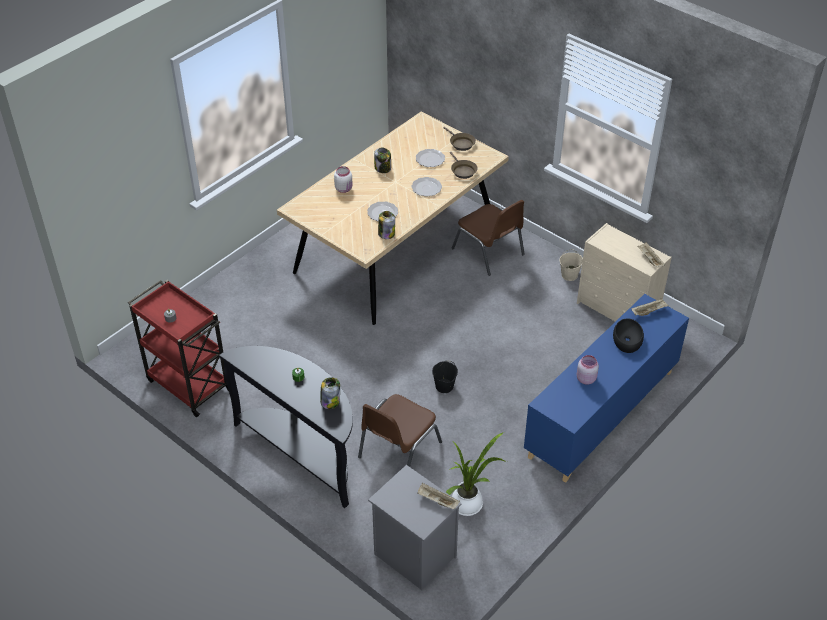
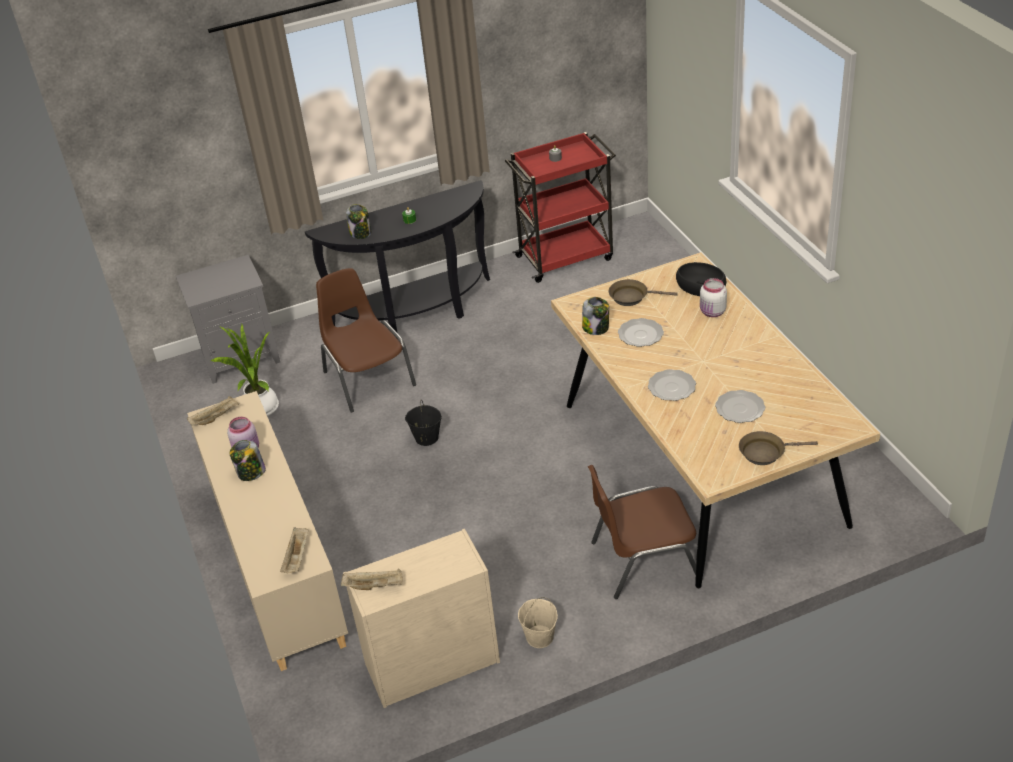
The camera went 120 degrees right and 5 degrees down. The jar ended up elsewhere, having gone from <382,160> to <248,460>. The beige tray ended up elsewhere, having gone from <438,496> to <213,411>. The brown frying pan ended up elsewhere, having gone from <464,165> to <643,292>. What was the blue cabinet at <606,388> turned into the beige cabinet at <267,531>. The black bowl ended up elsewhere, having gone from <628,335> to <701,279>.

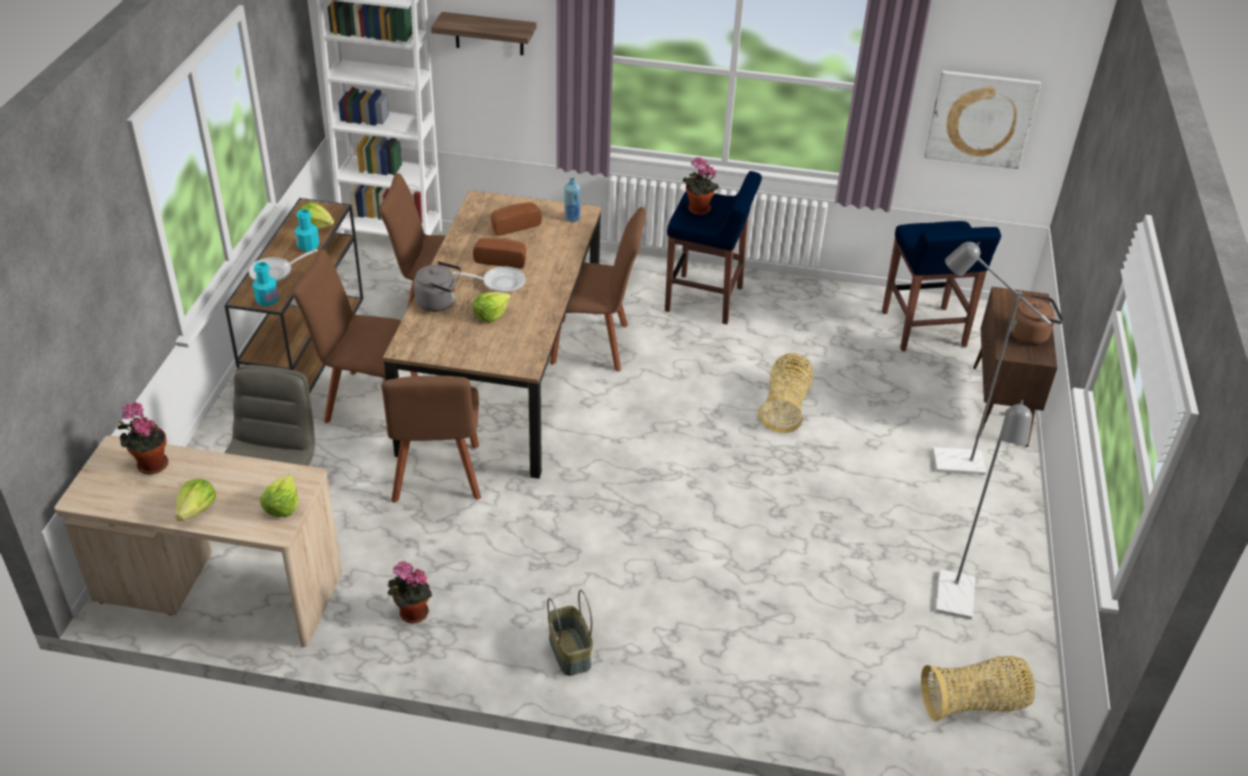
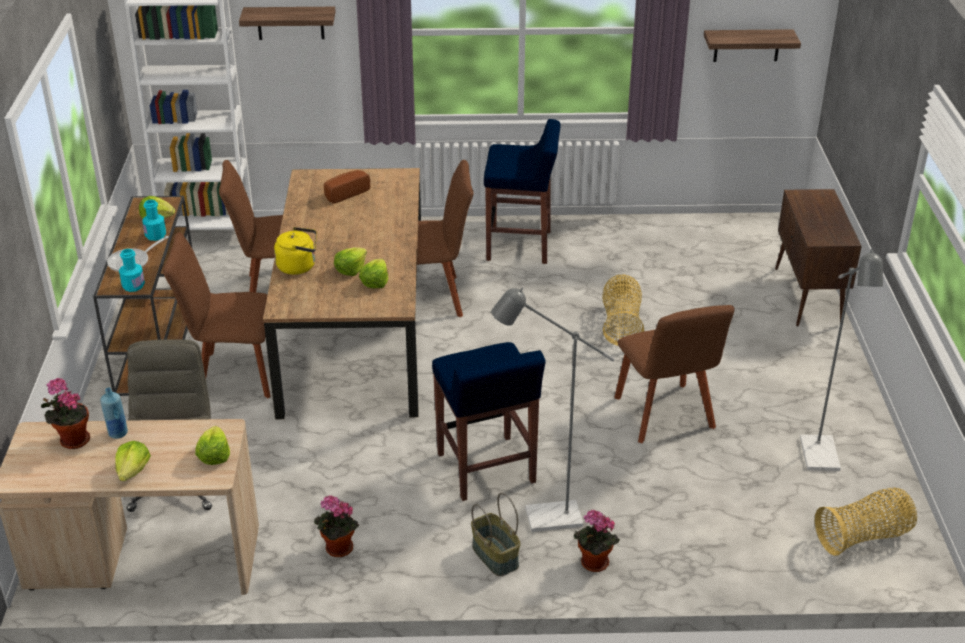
The camera went 10 degrees left and 5 degrees down. The brown chair ended up elsewhere, having gone from <431,439> to <674,374>. What was the grey kettle at <437,286> turned into the yellow kettle at <295,251>. The second view lost the frying pan at <488,280>. The second view lost the bread at <499,253>. The blue bottle ended up elsewhere, having gone from <572,200> to <114,413>. The potted plant ended up elsewhere, having gone from <701,186> to <596,541>. The blue stool ended up elsewhere, having gone from <941,286> to <489,421>. Where the picture hung at <982,120>, the shelf came to hang at <752,45>. The grey floor lamp ended up elsewhere, having gone from <991,358> to <553,410>. The second view lost the brown kettle at <1036,320>. The second view gained the lettuce at <373,273>.

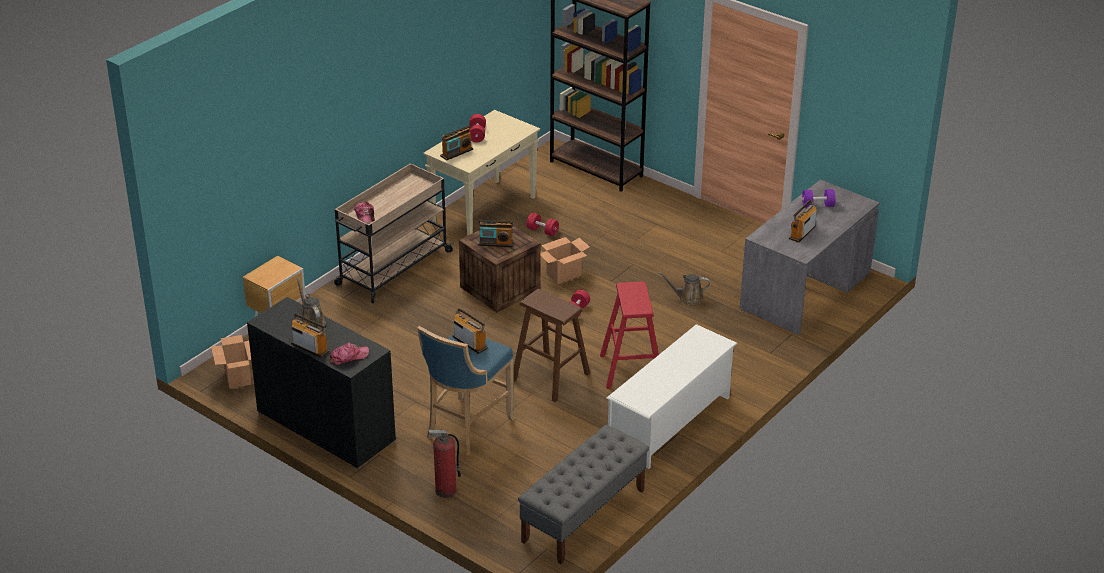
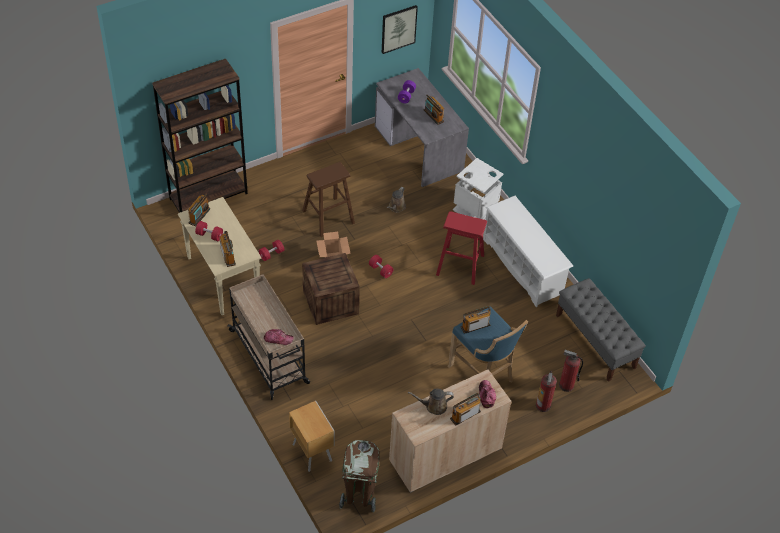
The camera went 70 degrees left and 15 degrees up. Where the cardboard box stood at <231,361>, the brown trash can came to stand at <359,476>. What was the black cabinet at <321,383> turned into the beige cabinet at <450,431>. The radio ended up elsewhere, having gone from <496,233> to <199,210>. The brown stool ended up elsewhere, having gone from <551,345> to <328,199>. The second view gained the picture at <400,29>. The second view gained the white trash can at <478,189>. The second view gained the fire extinguisher at <571,371>.

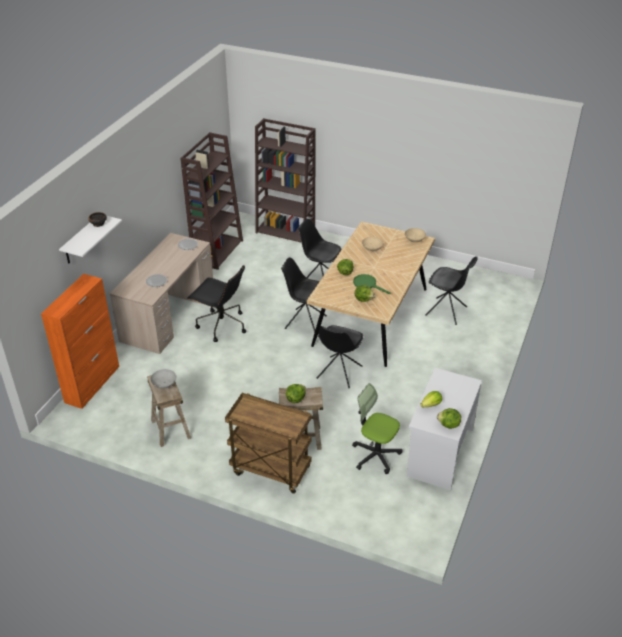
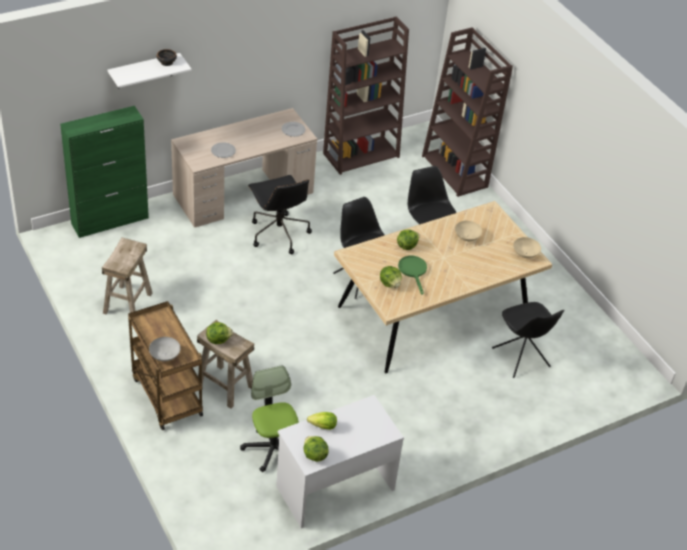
The camera went 35 degrees right and 5 degrees up. What was the orange cabinet at <80,341> turned into the green cabinet at <104,172>. The grey bowl ended up elsewhere, having gone from <163,379> to <165,349>. The second view lost the black chair at <340,356>.

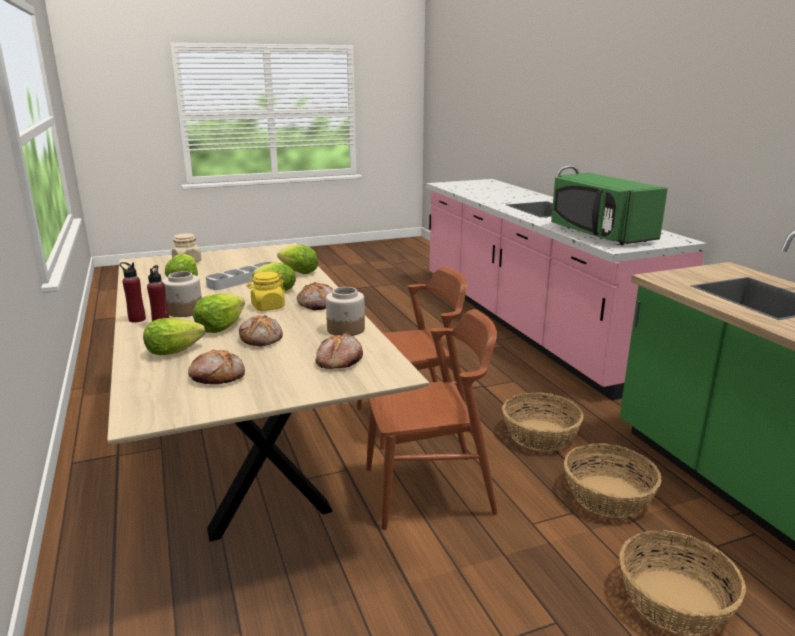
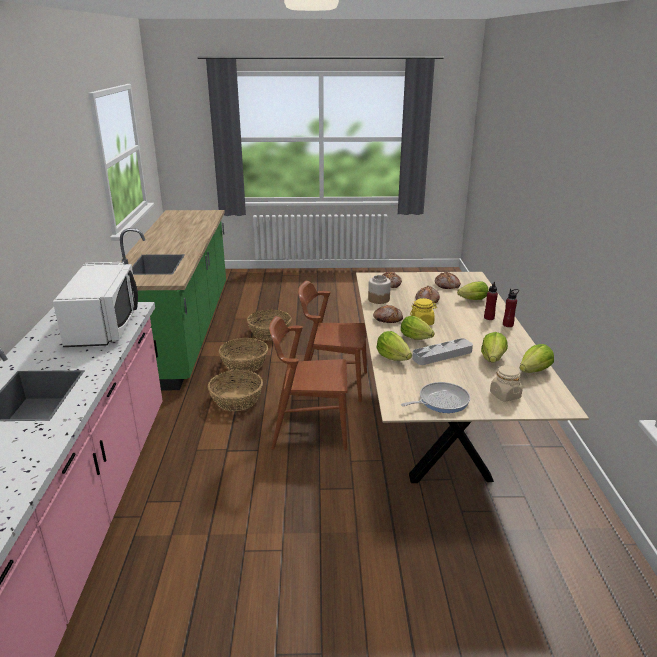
The camera went 160 degrees left and 5 degrees up. The second view lost the jar at <182,294>. The lettuce ended up elsewhere, having gone from <219,313> to <537,358>. What was the green microwave at <609,209> turned into the white microwave at <95,304>. The second view gained the frying pan at <435,397>.

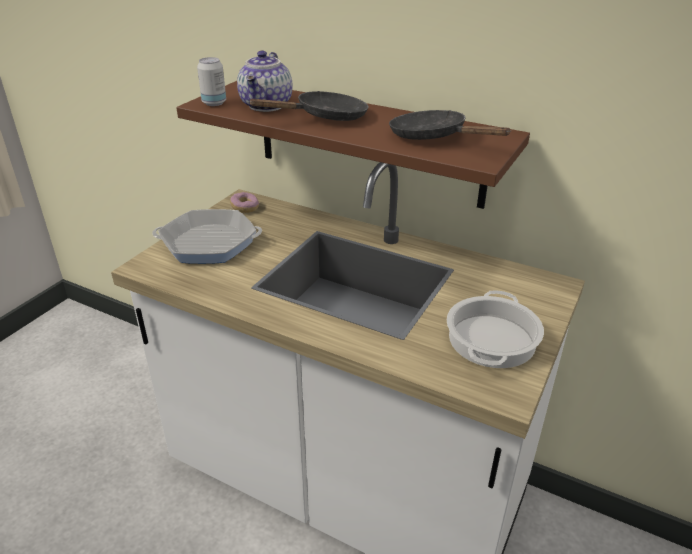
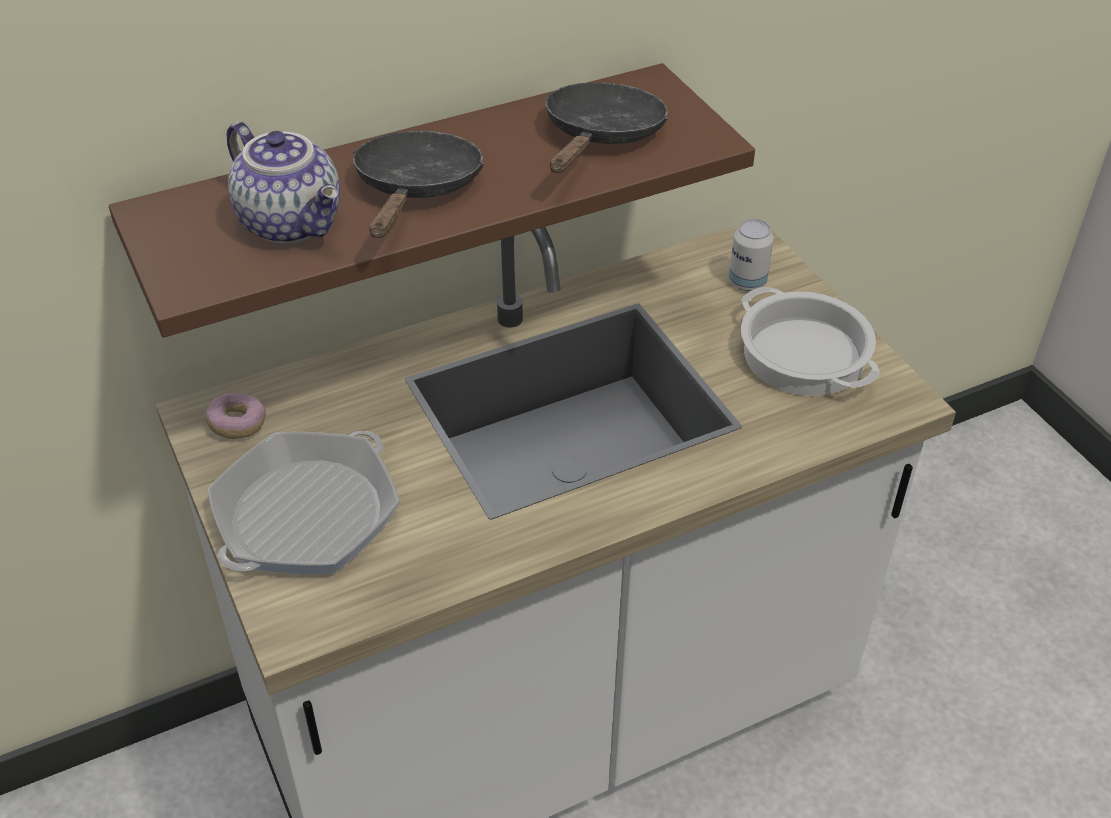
The camera went 55 degrees left and 10 degrees up. The can ended up elsewhere, having gone from <211,81> to <751,255>. The black frying pan at <450,125> ended up facing another way, 120 degrees clockwise from before.

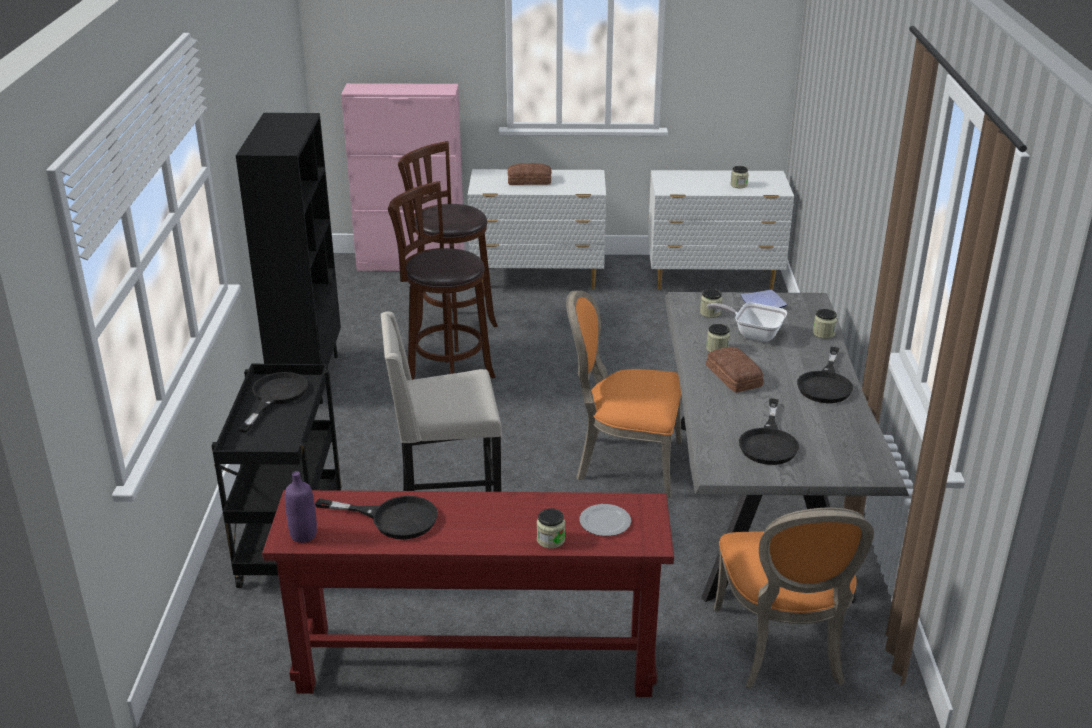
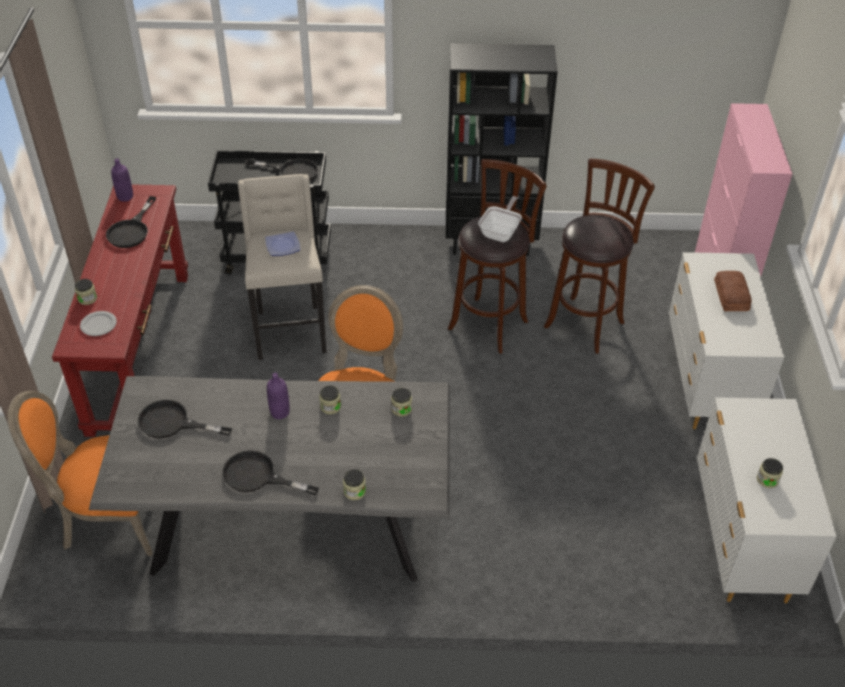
The camera went 90 degrees right and 15 degrees up. Where the bread stood at <735,370>, the purple bottle came to stand at <278,396>. The frying pan ended up elsewhere, having gone from <747,322> to <500,219>. The plate ended up elsewhere, having gone from <764,299> to <282,243>.

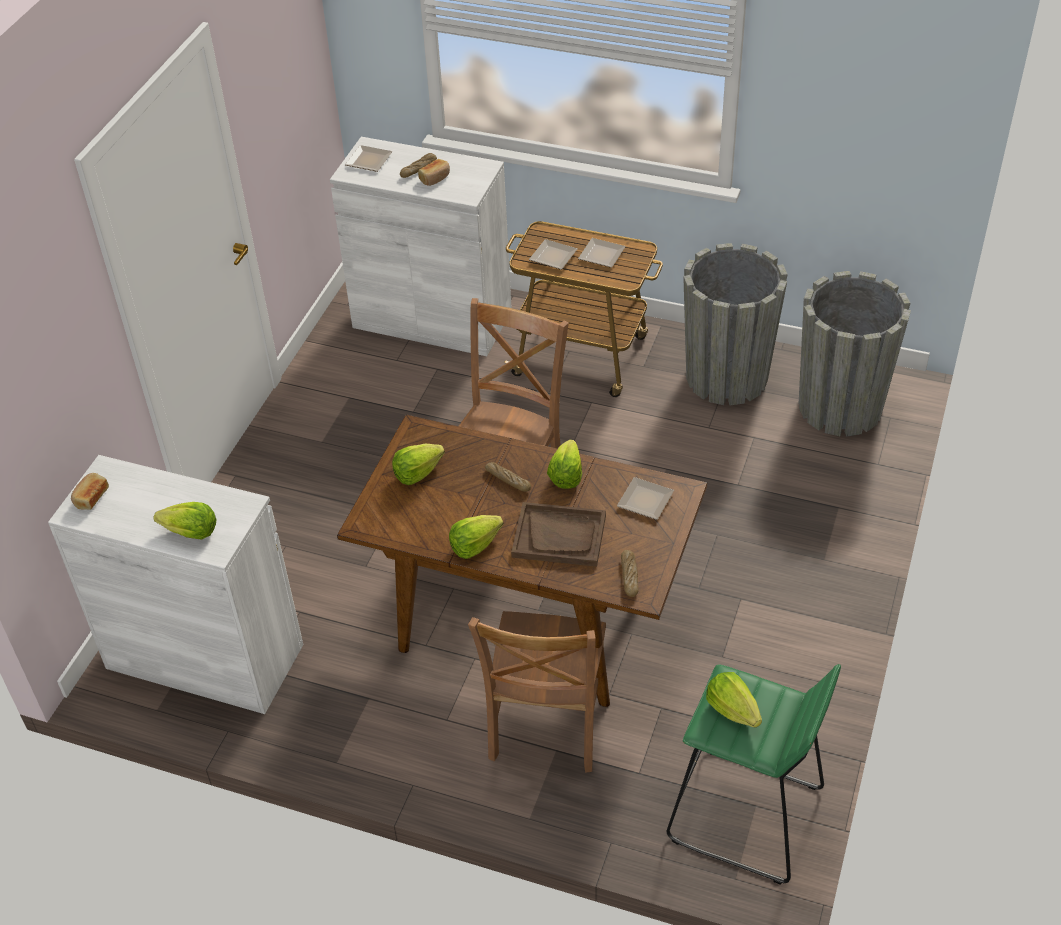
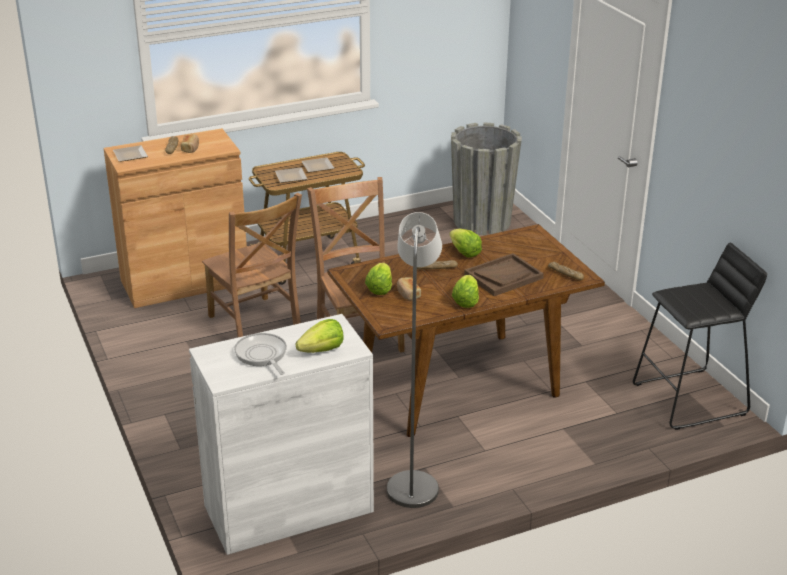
The camera went 45 degrees left and 15 degrees down. The bread ended up elsewhere, having gone from <90,491> to <409,289>. What was the white cabinet at <421,246> turned into the brown cabinet at <175,218>. The brown chair ended up elsewhere, having gone from <537,692> to <252,265>. The second view lost the plate at <645,498>. What was the green stool at <754,774> turned into the black stool at <700,336>. The second view lost the grey planter at <735,324>. The second view lost the lettuce at <734,700>. The second view gained the frying pan at <260,354>. The second view gained the grey floor lamp at <414,360>.

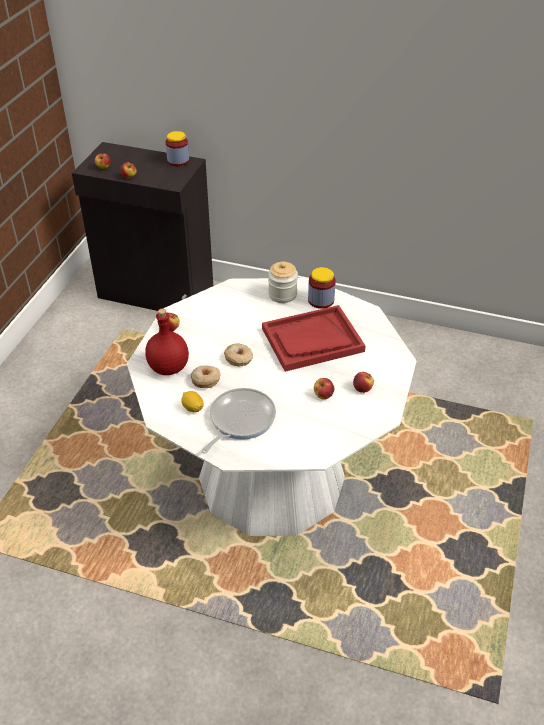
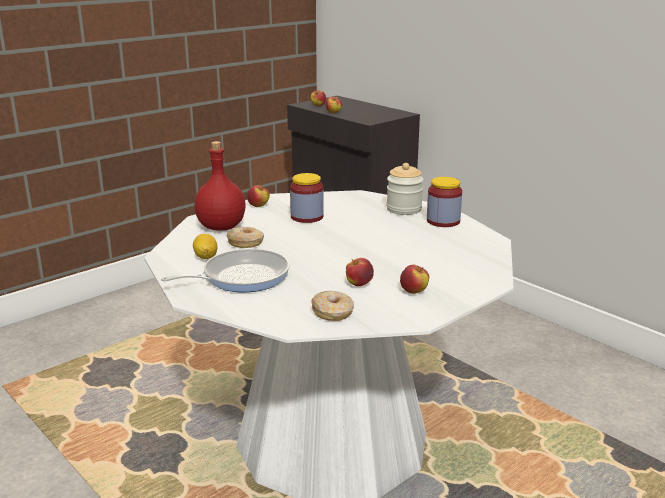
The camera went 30 degrees right and 20 degrees down. The jar ended up elsewhere, having gone from <177,149> to <307,198>. The donut ended up elsewhere, having gone from <238,355> to <332,306>. The second view lost the red tray at <314,338>.

